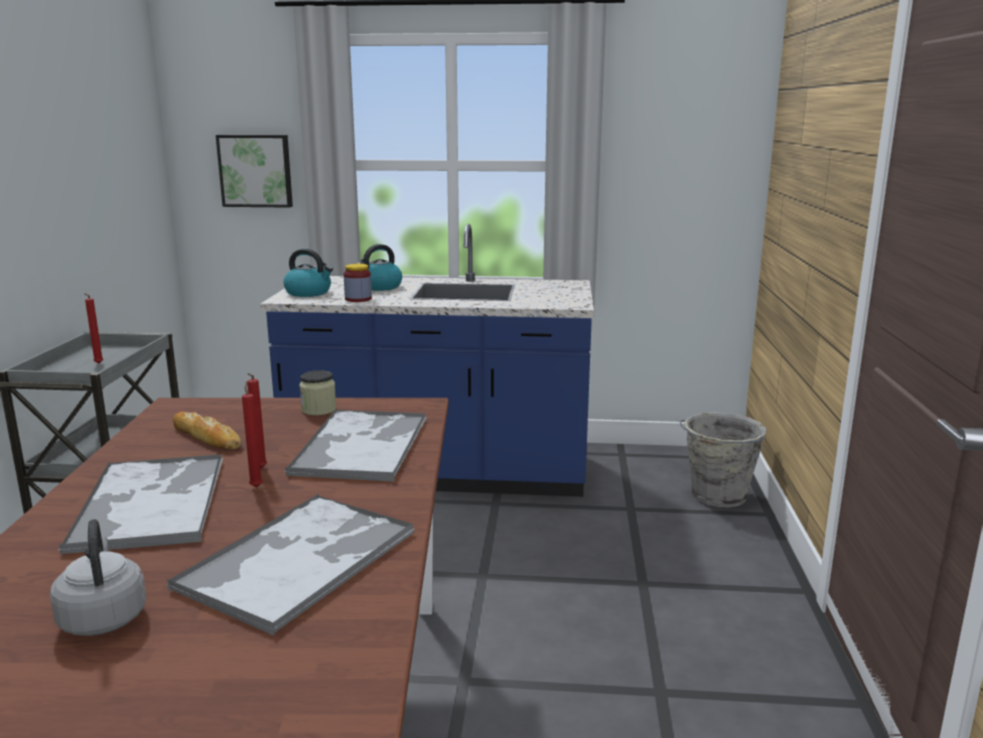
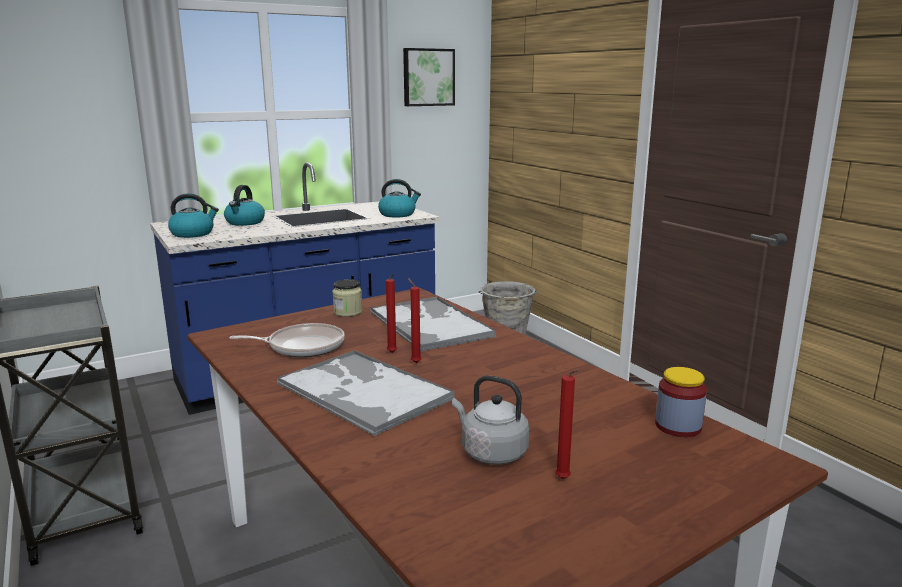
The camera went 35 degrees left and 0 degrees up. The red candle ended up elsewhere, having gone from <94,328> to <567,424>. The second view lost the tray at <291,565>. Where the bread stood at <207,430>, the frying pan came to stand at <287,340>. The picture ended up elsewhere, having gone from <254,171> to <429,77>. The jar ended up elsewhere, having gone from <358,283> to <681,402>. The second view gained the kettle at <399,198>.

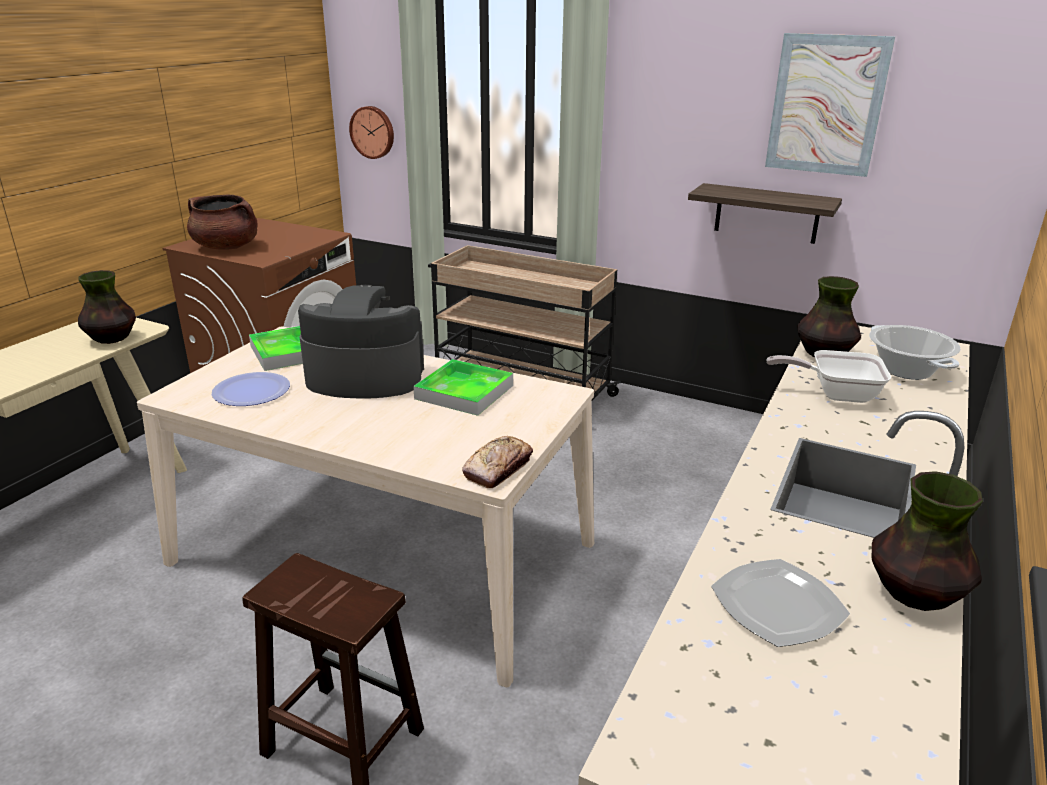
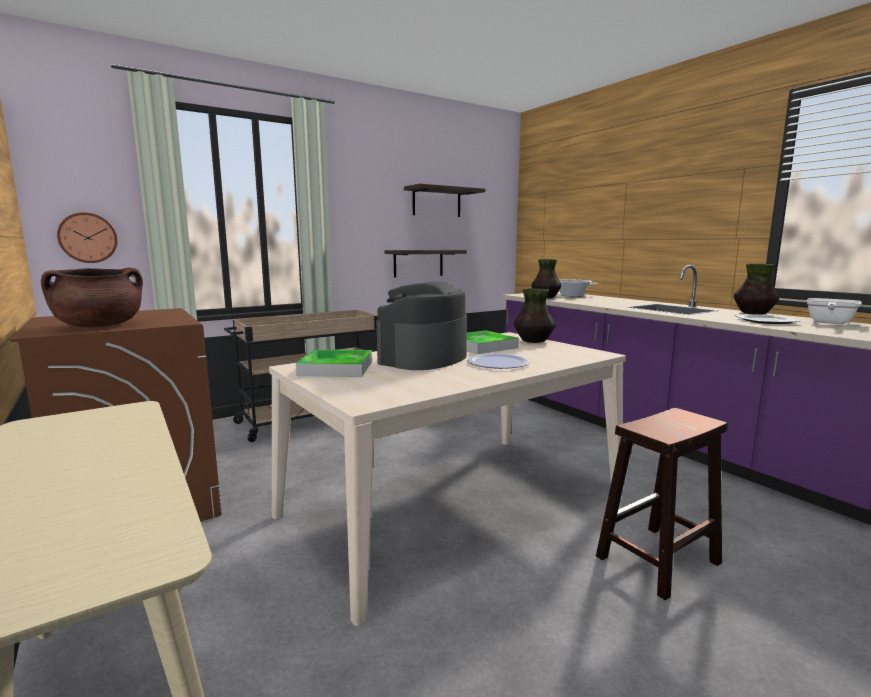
The camera went 60 degrees left and 15 degrees down. The vase ended up elsewhere, having gone from <107,307> to <534,315>. The plate ended up elsewhere, having gone from <251,389> to <498,361>. The second view lost the bread at <497,462>. Where the picture hung at <830,105>, the shelf came to hang at <444,200>. The frying pan ended up elsewhere, having gone from <828,376> to <834,311>.

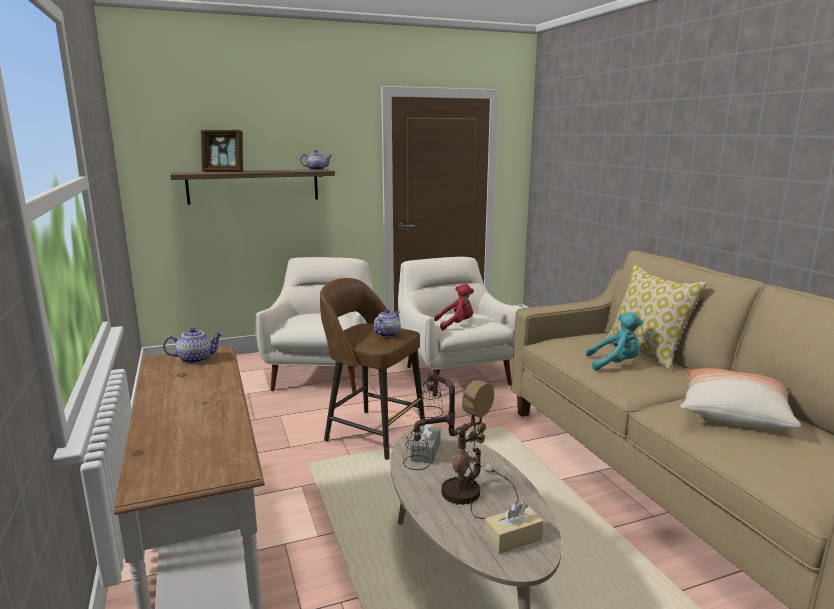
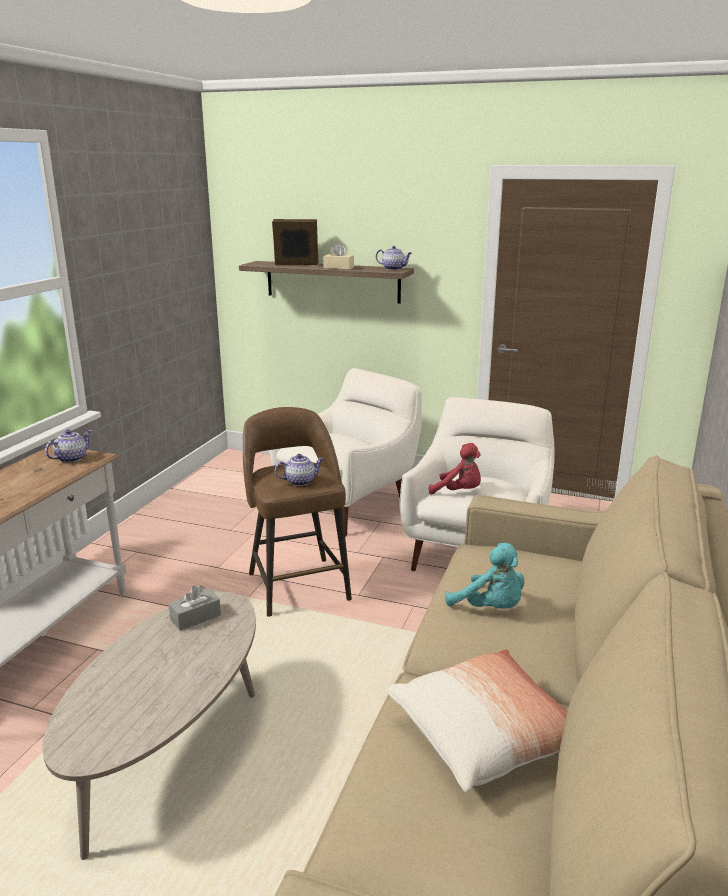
The camera went 40 degrees right and 5 degrees up. The teapot at <193,346> ended up facing another way, 75 degrees counterclockwise from before. The picture frame at <222,151> ended up facing another way, 135 degrees clockwise from before. The second view lost the table lamp at <461,445>. The beige tissue box ended up elsewhere, having gone from <514,527> to <338,256>. The second view lost the pillow at <656,317>.

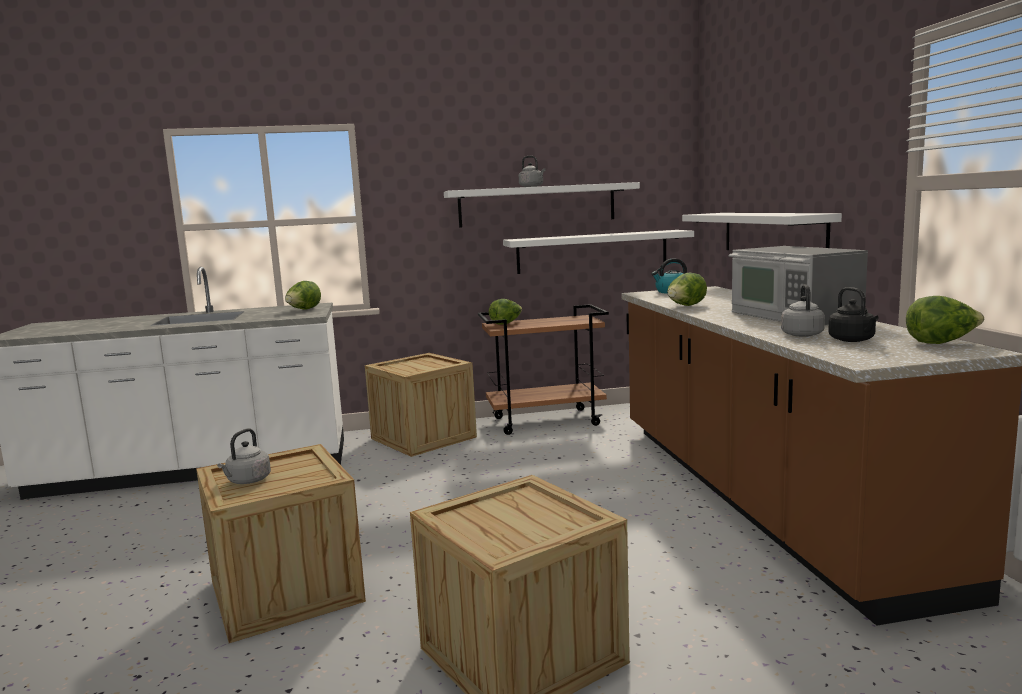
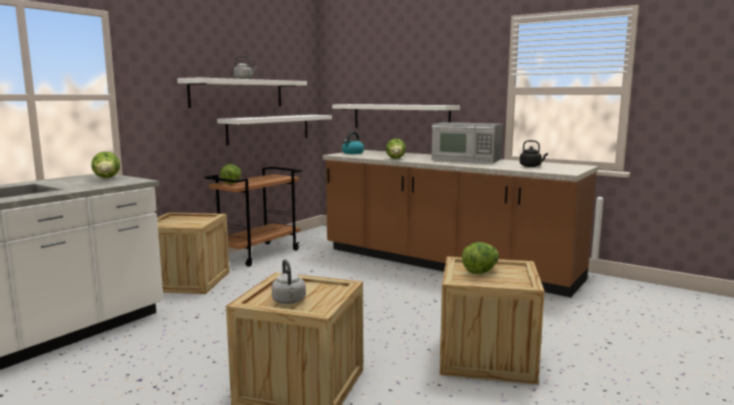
The camera went 45 degrees left and 0 degrees up. The second view lost the grey kettle at <803,310>. The lettuce ended up elsewhere, having gone from <945,320> to <480,258>.

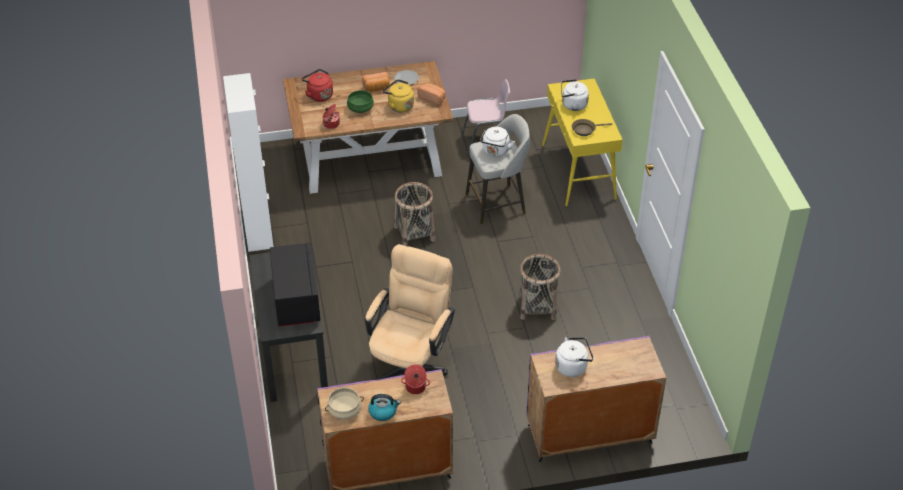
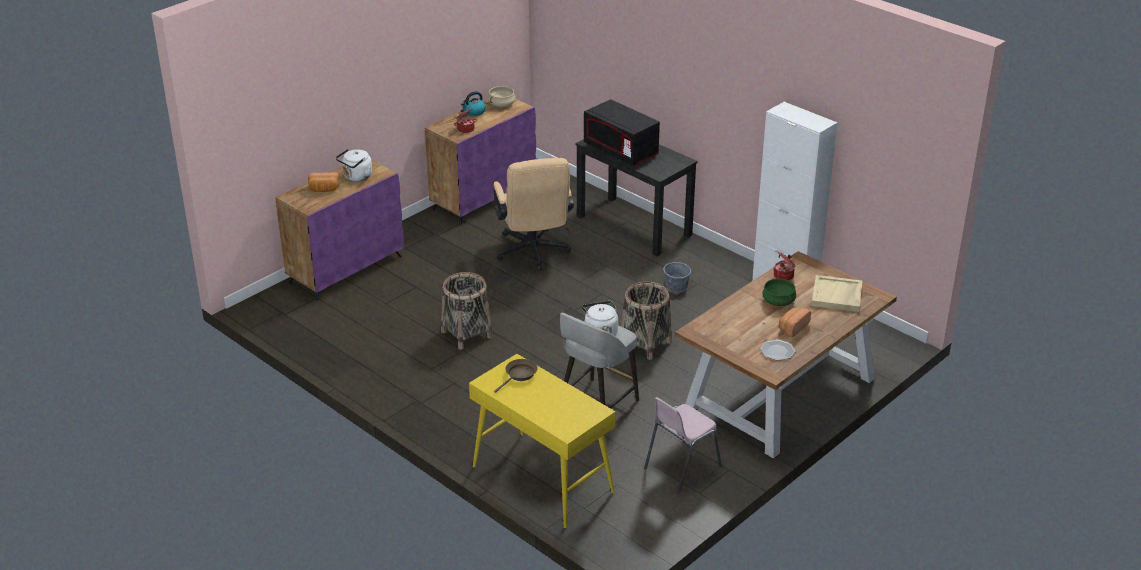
The camera went 145 degrees right and 10 degrees down. Where the red kettle stood at <317,85>, the beige tray came to stand at <836,293>. The second view lost the yellow kettle at <398,95>. The bread ended up elsewhere, having gone from <431,94> to <324,182>. The second view lost the white kettle at <575,95>. The second view gained the grey bucket at <677,275>.

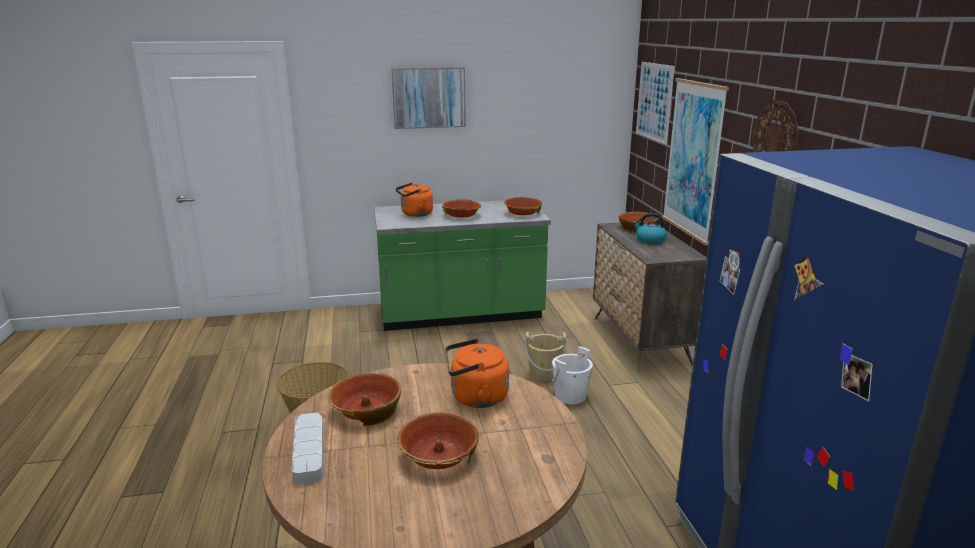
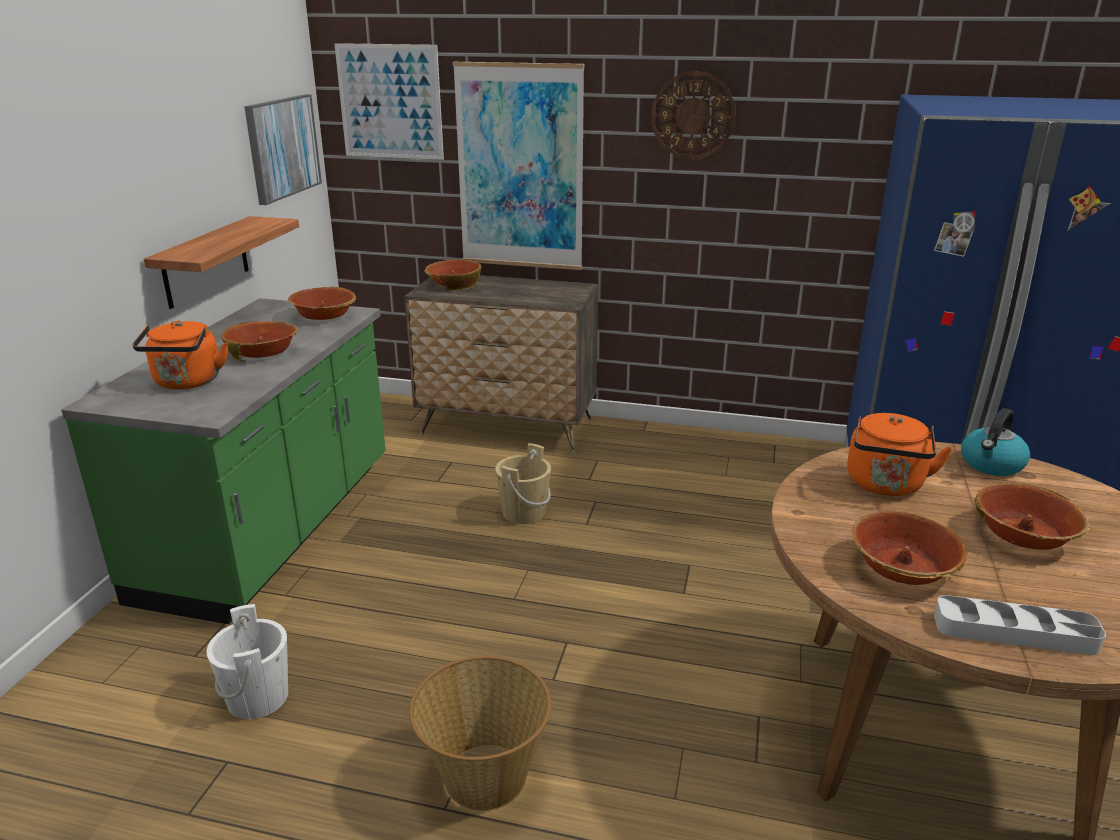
The camera went 65 degrees left and 5 degrees up. The picture ended up elsewhere, having gone from <429,98> to <283,149>. The white bucket ended up elsewhere, having gone from <572,375> to <247,661>. The kettle ended up elsewhere, having gone from <650,228> to <995,442>. The second view gained the shelf at <221,262>.

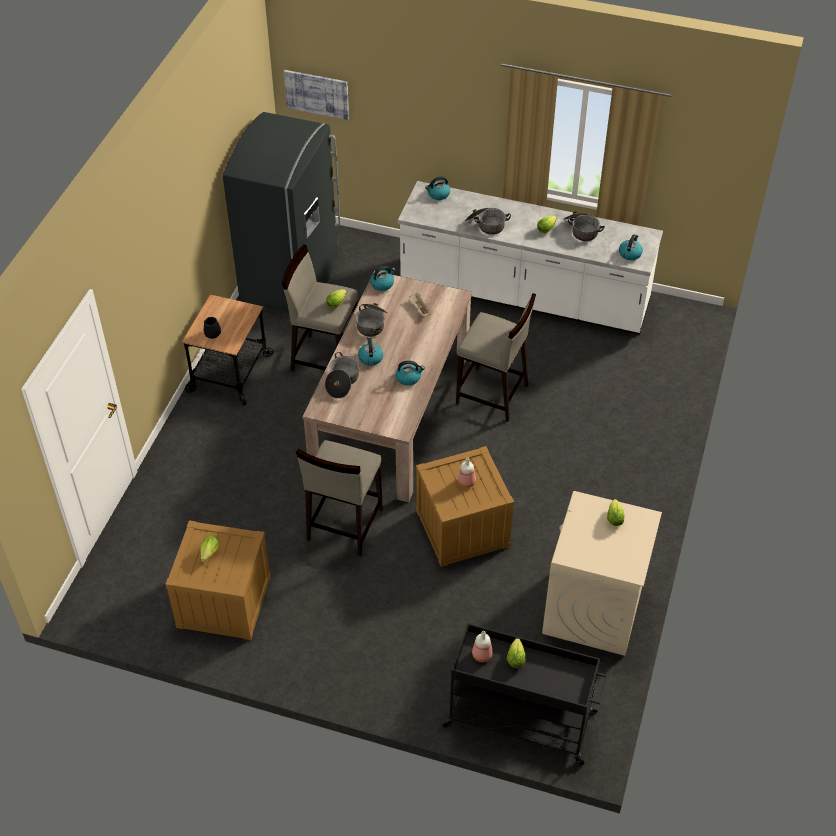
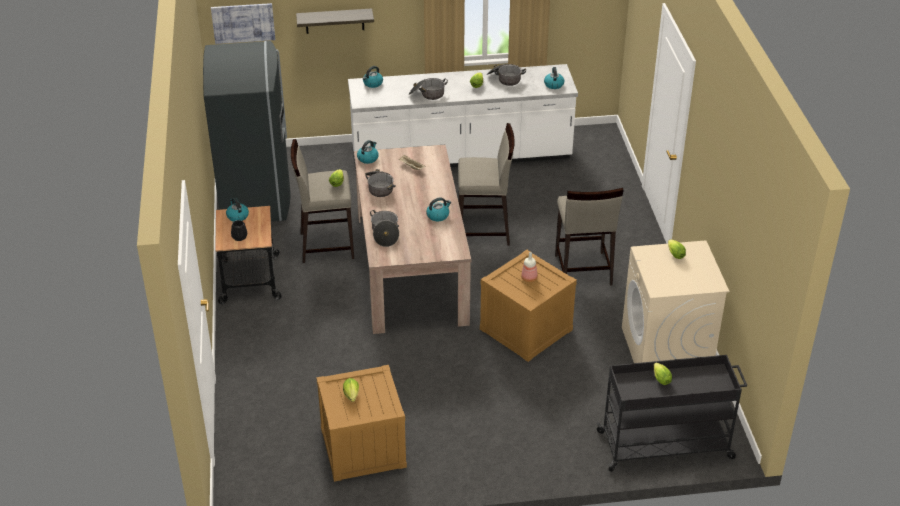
The camera went 25 degrees left and 10 degrees down. The beige stool ended up elsewhere, having gone from <339,498> to <589,237>. The kettle ended up elsewhere, having gone from <370,351> to <237,210>. The second view lost the bottle at <482,646>. The second view gained the shelf at <335,21>.

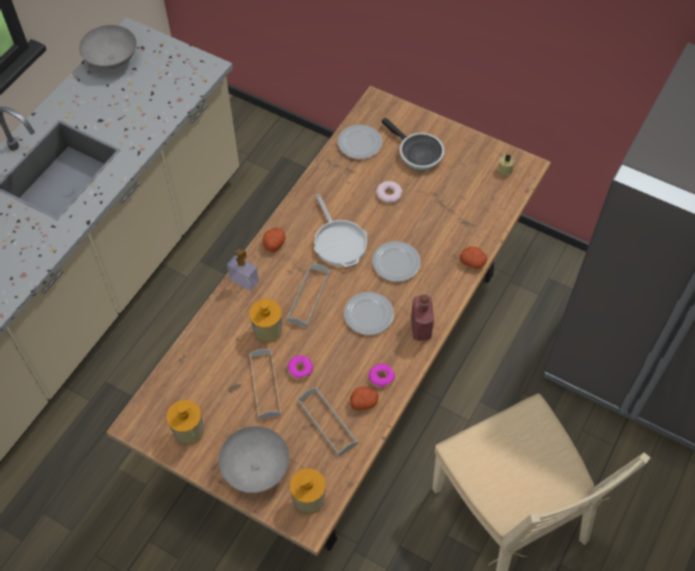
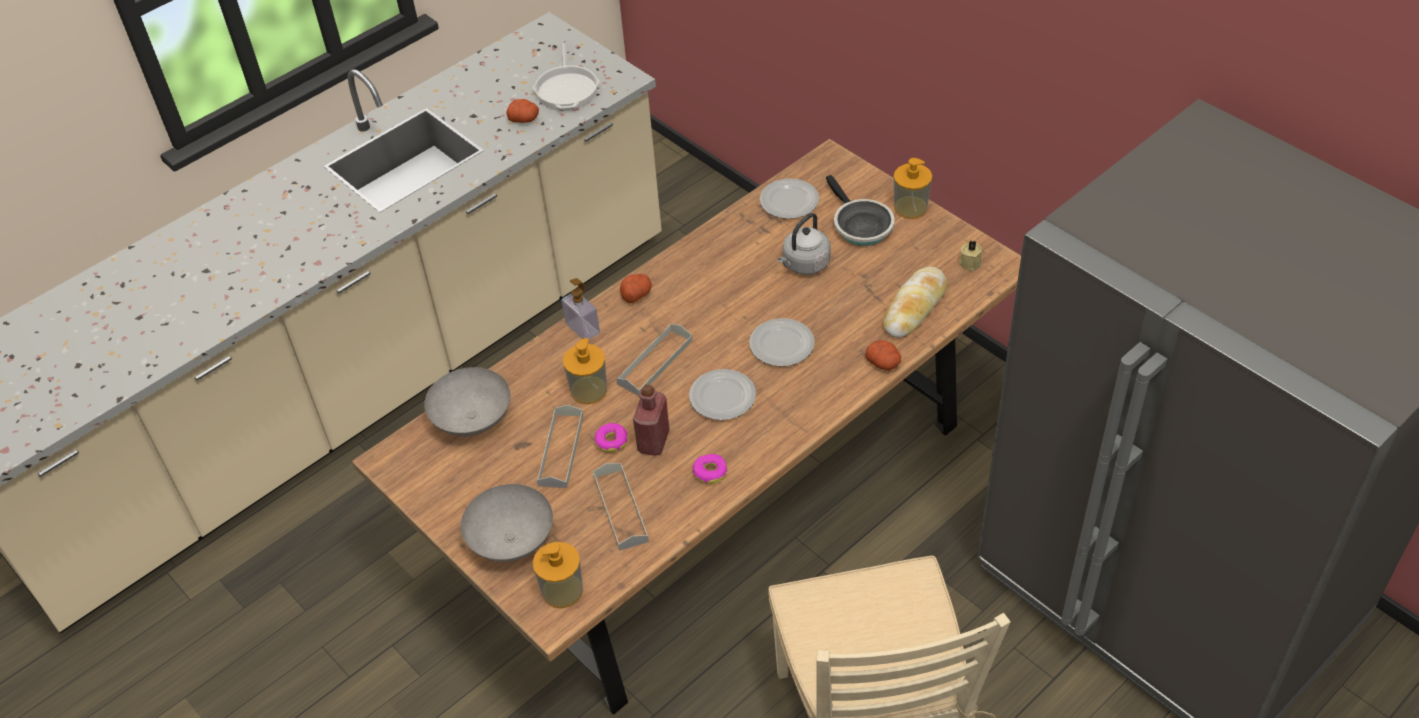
The camera went 20 degrees right and 10 degrees down. The grey bowl ended up elsewhere, having gone from <107,47> to <467,401>. The soap dispenser ended up elsewhere, having gone from <185,422> to <913,188>. The frying pan ended up elsewhere, having gone from <340,230> to <566,75>. The potato ended up elsewhere, having gone from <364,398> to <522,111>. Where the donut stood at <389,192>, the grey kettle came to stand at <804,244>. The red bottle ended up elsewhere, having gone from <422,318> to <651,420>. The second view gained the bread at <915,302>.

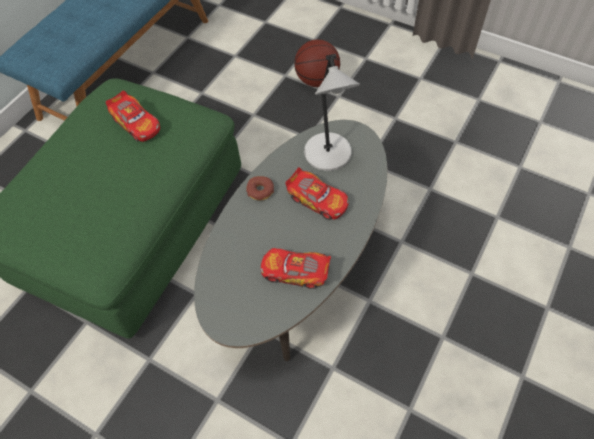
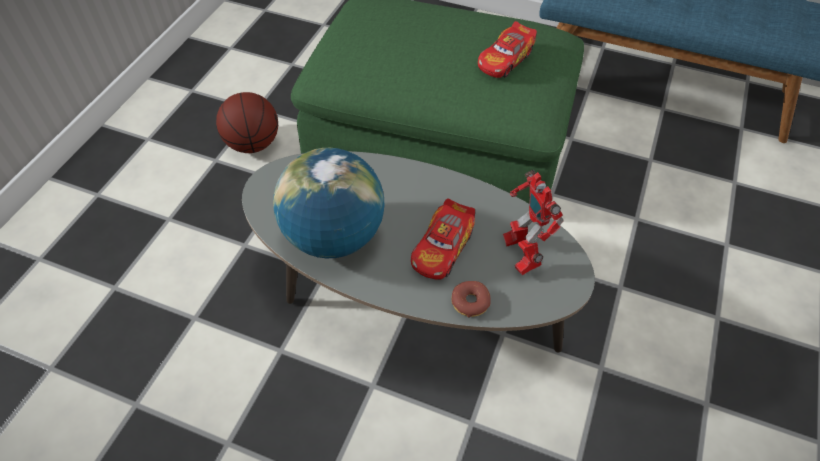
The camera went 80 degrees right and 5 degrees down. The donut ended up elsewhere, having gone from <260,188> to <471,299>. Where the toy car stood at <296,268>, the globe came to stand at <328,203>. The basketball ended up elsewhere, having gone from <317,63> to <247,122>. Where the grey table lamp stood at <332,112>, the toy robot came to stand at <533,222>.

